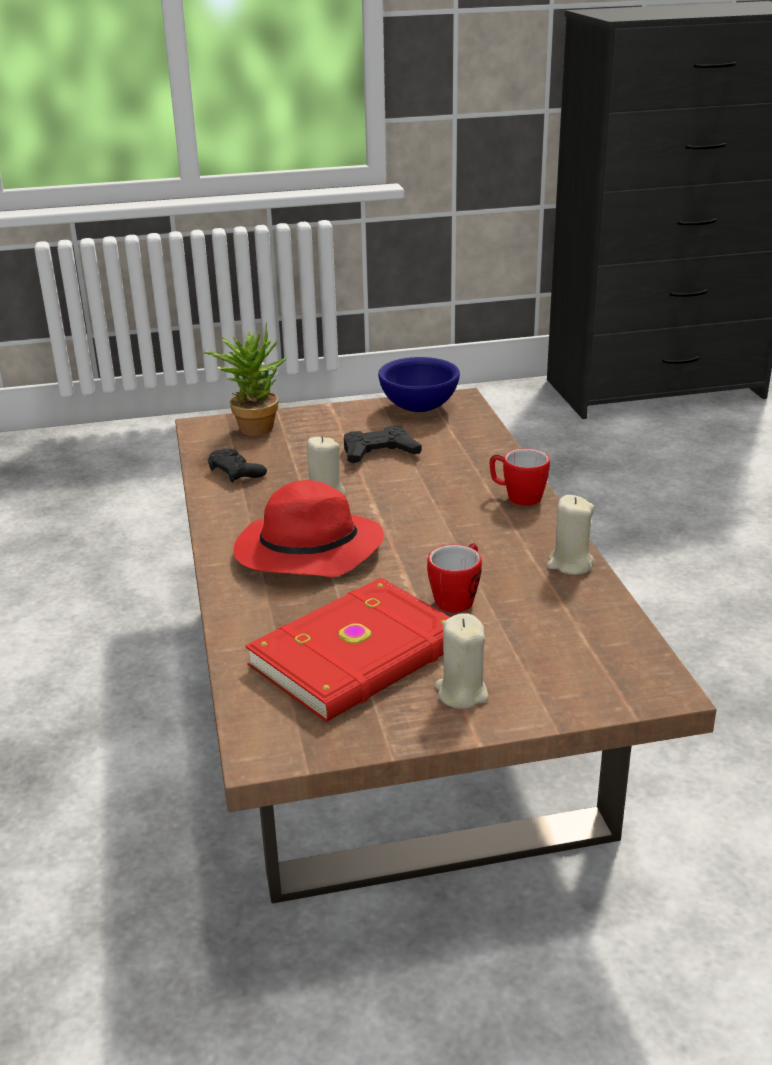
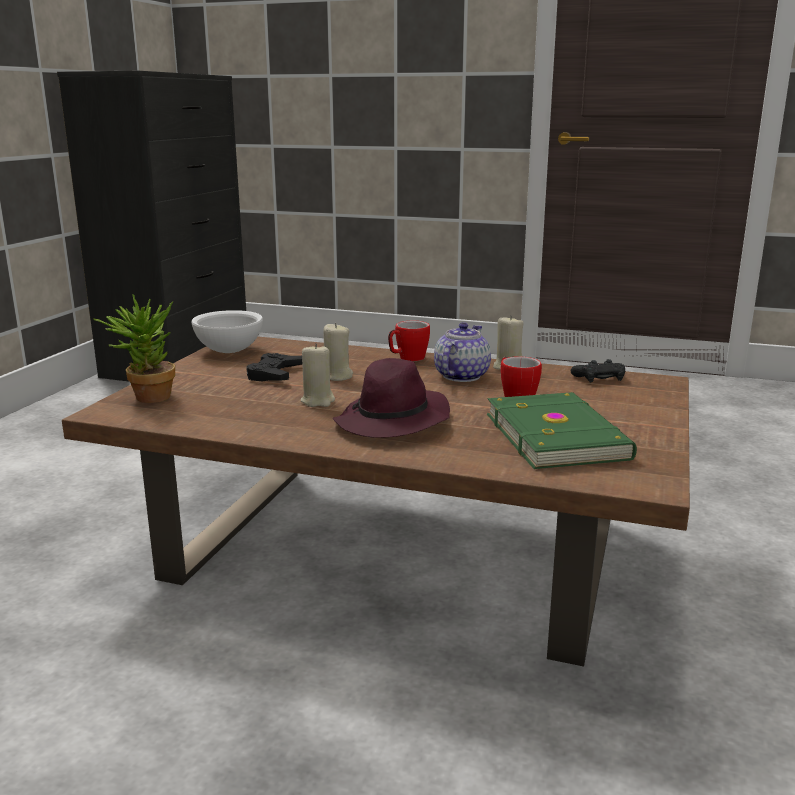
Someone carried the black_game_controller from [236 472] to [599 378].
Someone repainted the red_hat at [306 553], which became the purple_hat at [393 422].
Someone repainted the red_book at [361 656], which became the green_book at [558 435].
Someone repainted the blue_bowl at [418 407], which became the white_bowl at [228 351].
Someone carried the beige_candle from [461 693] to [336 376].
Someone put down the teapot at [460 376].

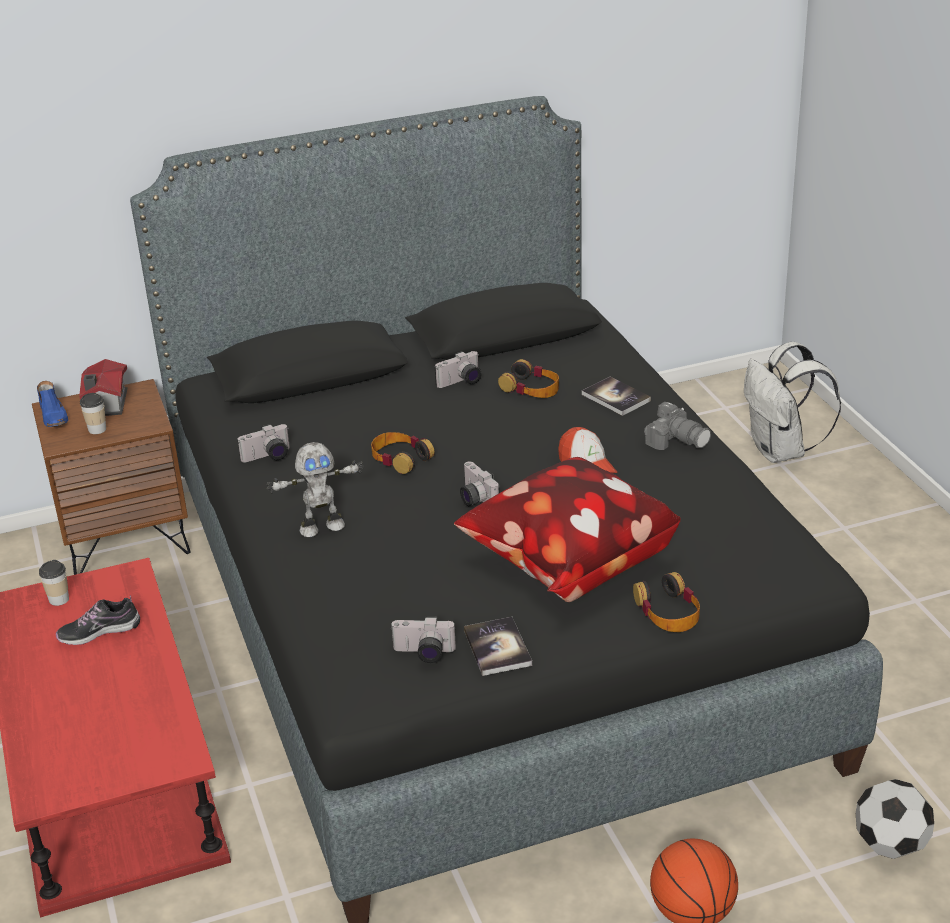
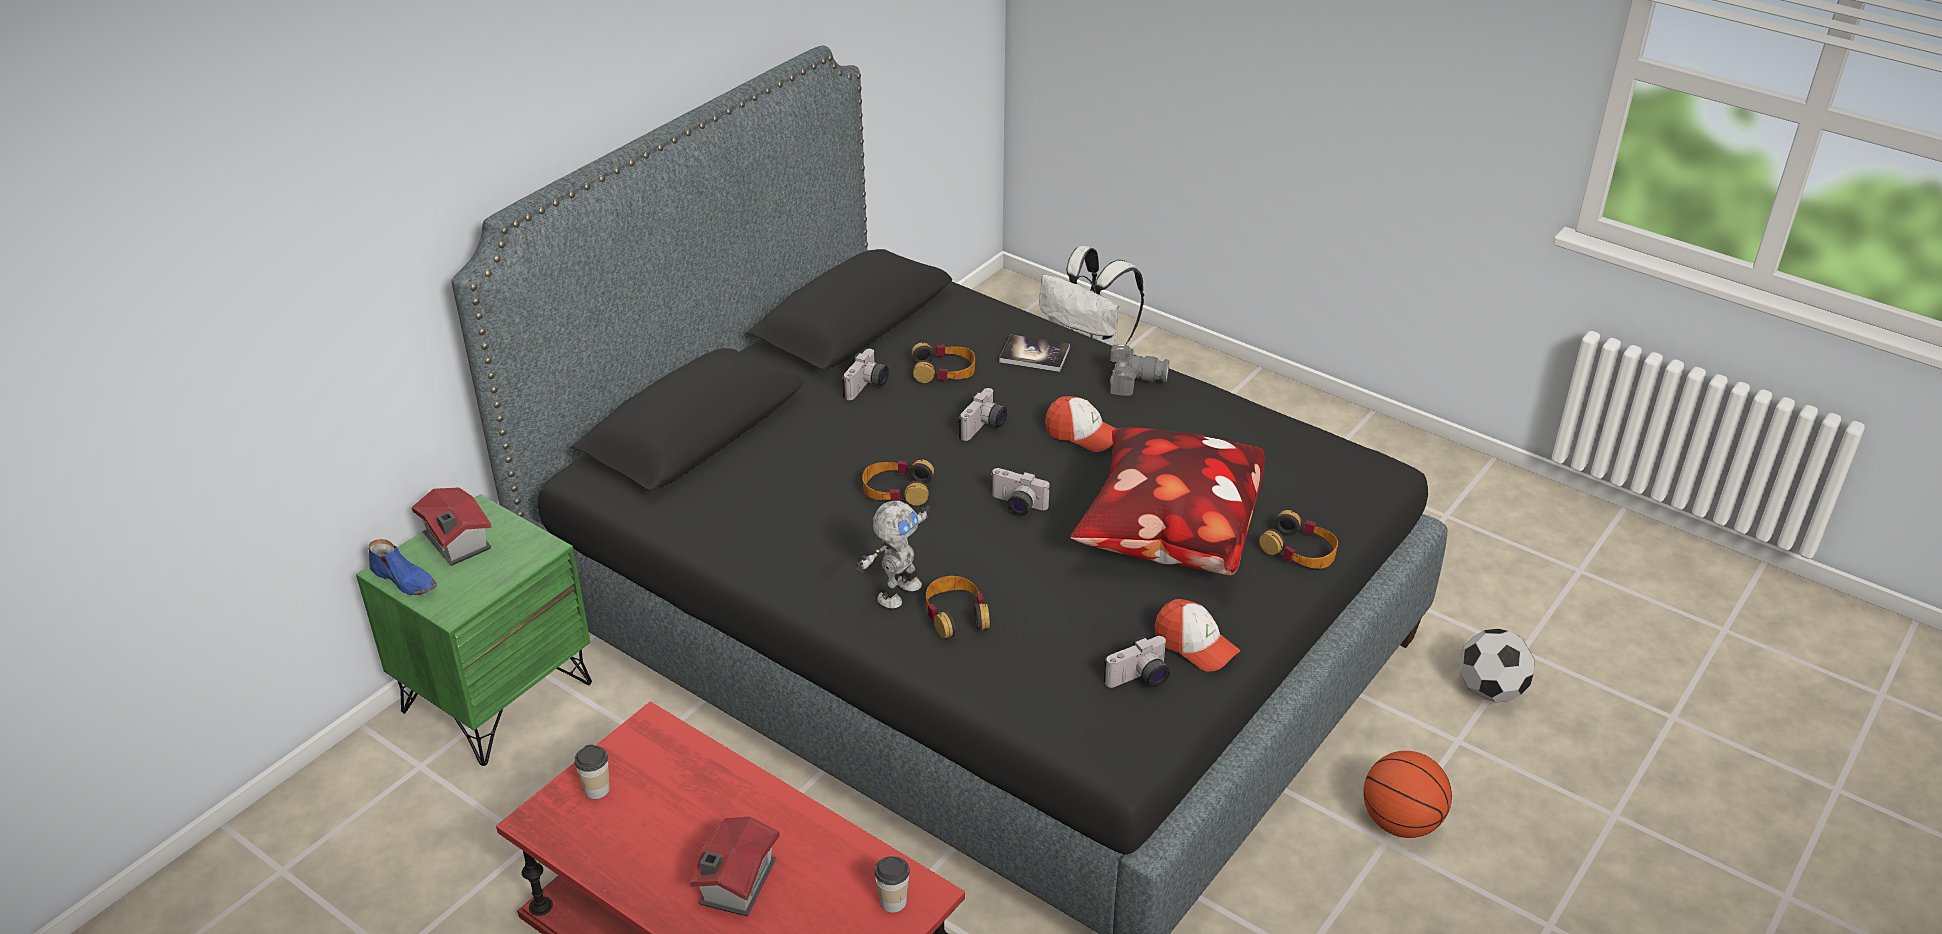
Someone repainted the brown_nightstand at [126 539], which became the green_nightstand at [496 696].
Someone took away the shoe at [99 632].
Someone carried the cup from [97 429] to [893 902].
Someone carried the photo_camera from [268 457] to [984 427].
Someone swapped the book at [497 648] for the cap at [1195 645].
Someone put down the toy_house at [735 884].
Someone put down the headphones at [955 614].

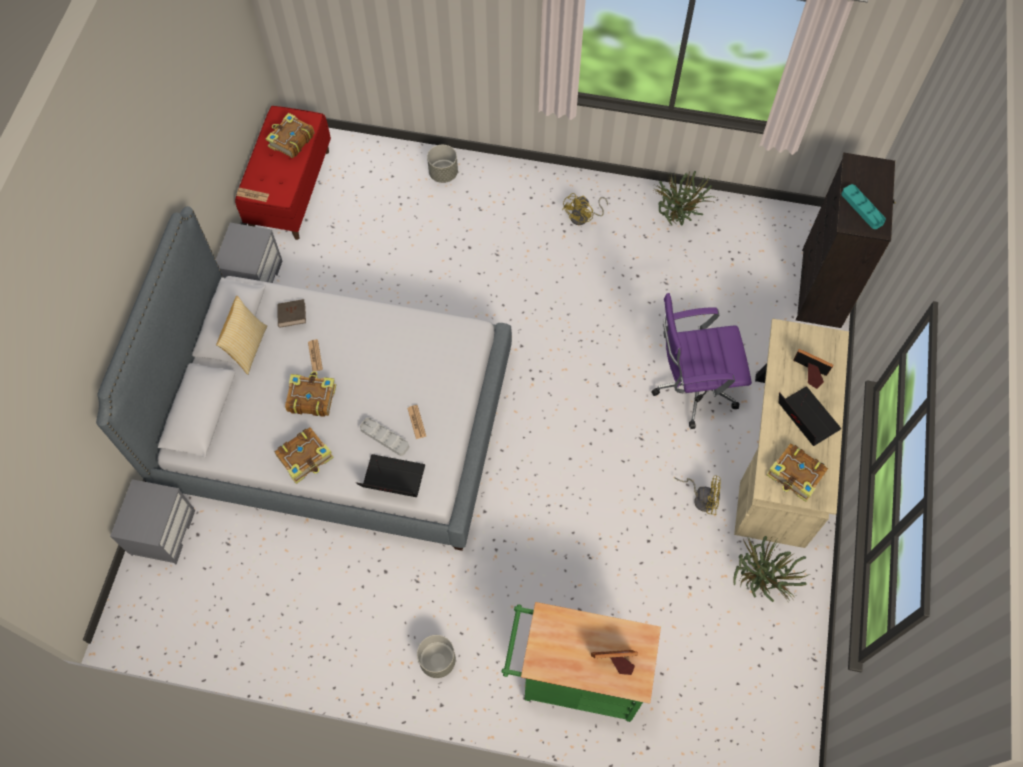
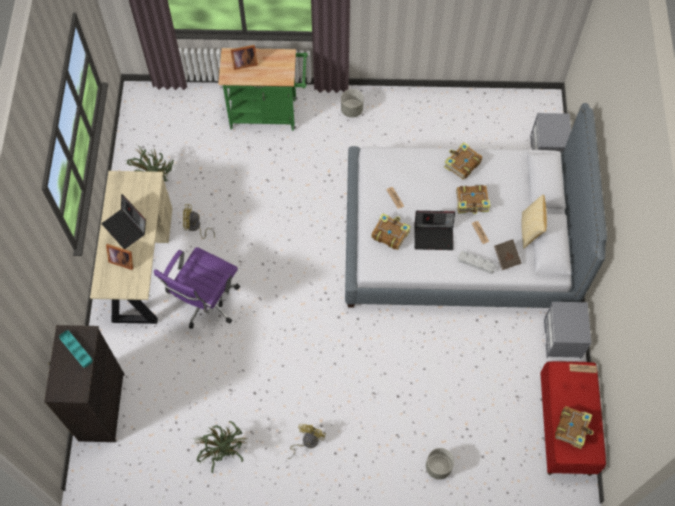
Someone carried the laptop from [391 481] to [434 236].
Someone carried the grey_tray from [384 438] to [476 263].
Someone rotated the purple_office_chair at [691 389] by 135 degrees clockwise.
Someone carried the book from [795 476] to [390 234].

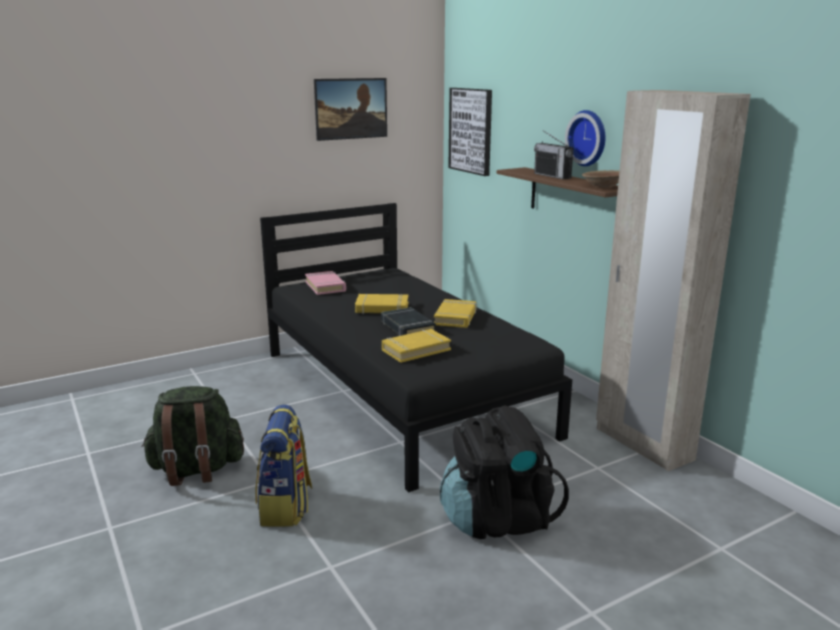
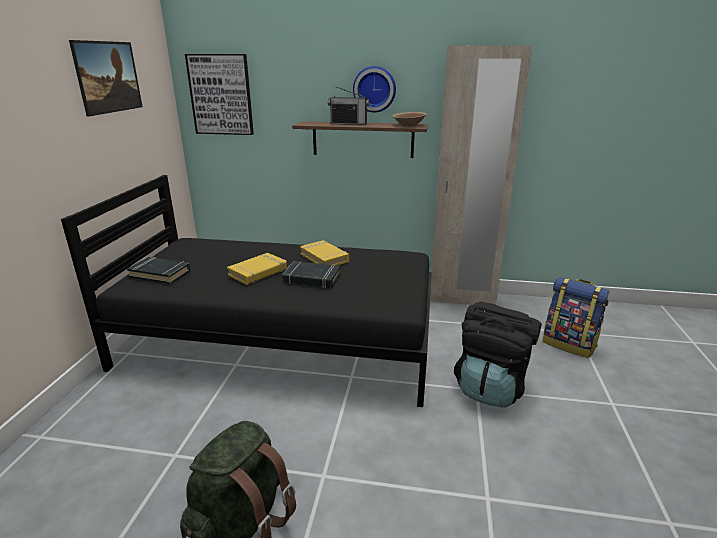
Someone carried the backpack from [286 507] to [569 344].
Someone repainted the pink_book at [325 286], which became the black_book at [160 274].
Someone took away the yellow_book at [415 350].

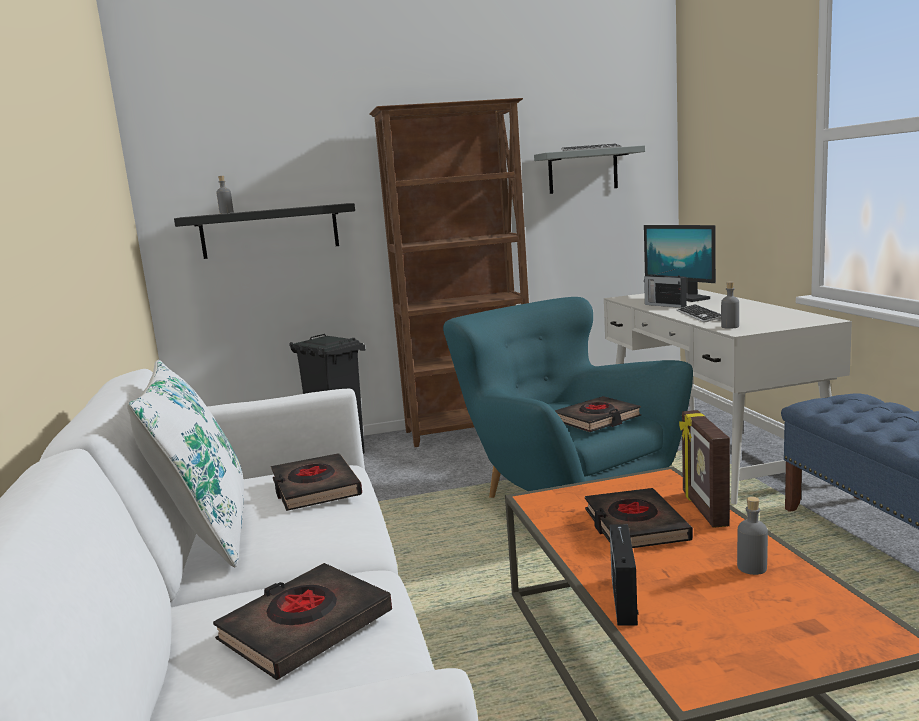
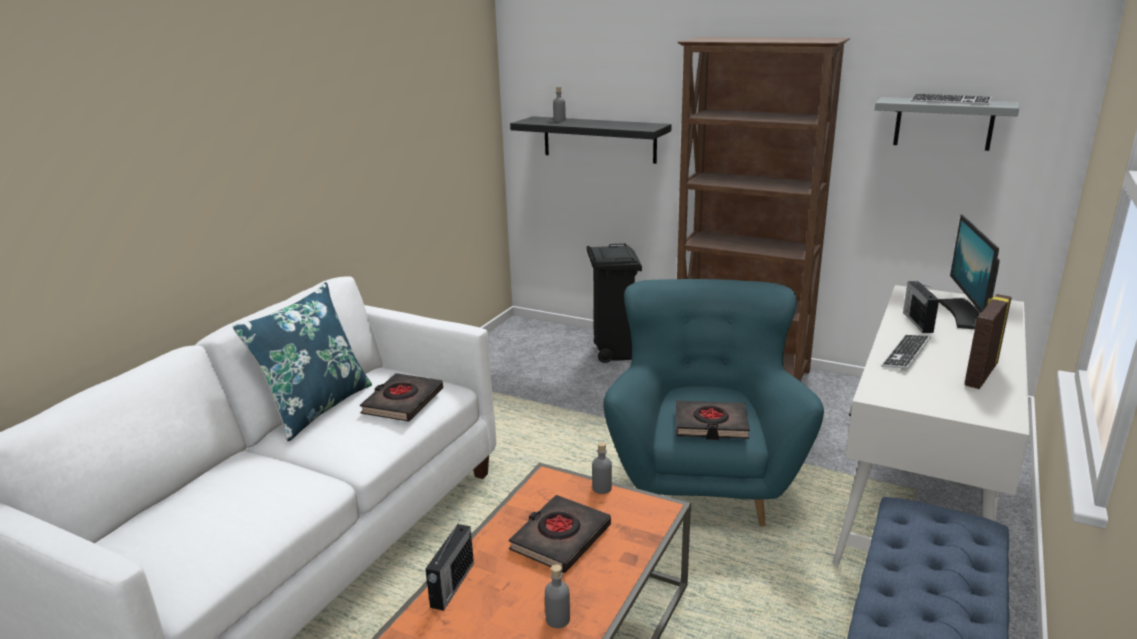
Someone repainted the white_pillow at [206 532], which became the blue_pillow at [316 407].
Someone took away the black_book at [305 627].
Someone rotated the radio at [624 598] by 150 degrees clockwise.
Someone carried the picture_frame from [703 509] to [980 374].
Someone carried the grey_bottle from [730 327] to [602 488].

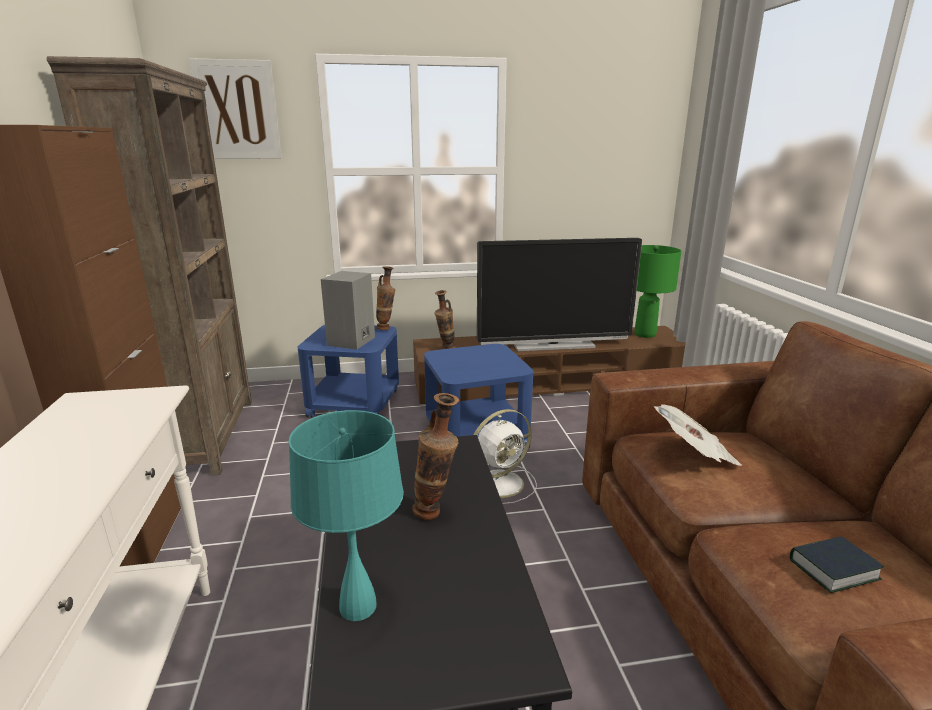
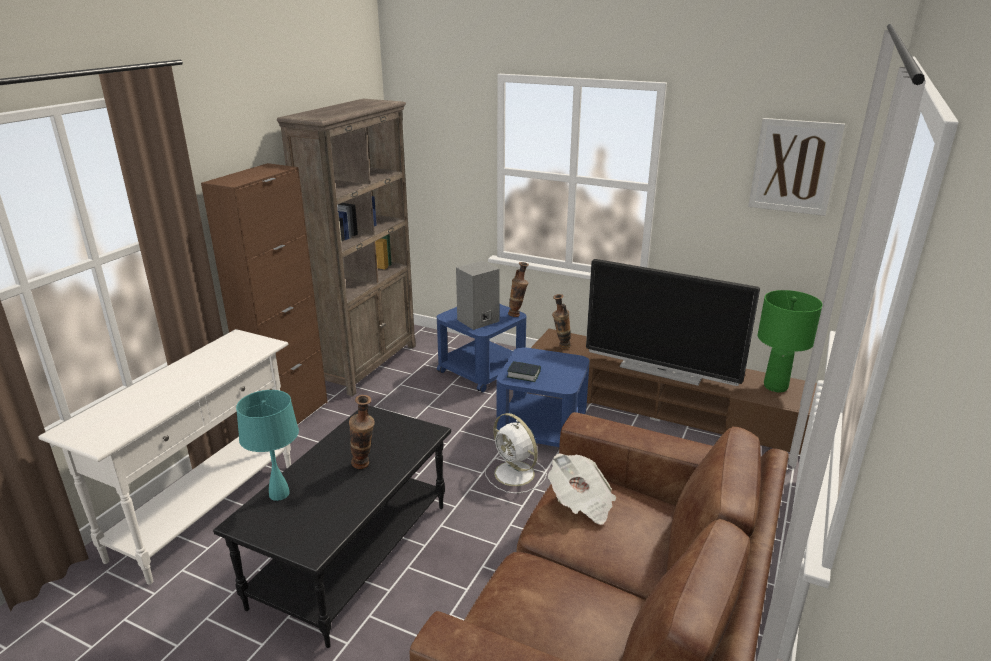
Someone carried the picture from [237 110] to [794 166].
Someone rotated the white_fan at [501 483] by 45 degrees clockwise.
Someone carried the book from [833 569] to [523 374].

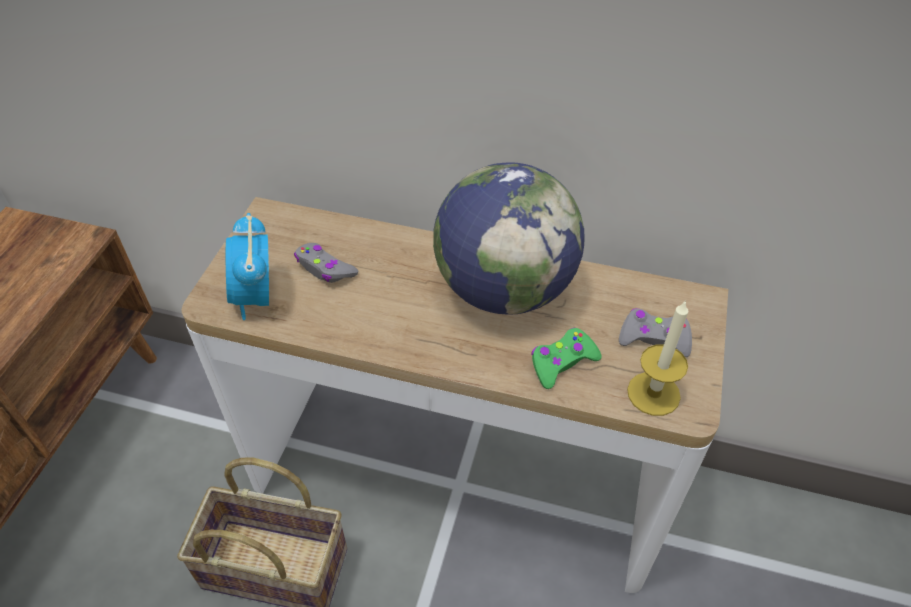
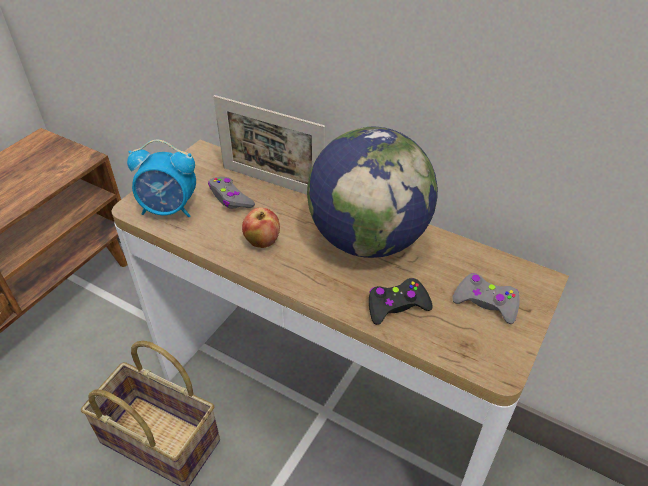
Someone rotated the alarm_clock at [256 297] by 90 degrees counterclockwise.
Someone repainted the green_game_controller at [562 362], which became the black_game_controller at [396 306].
Someone took away the candle at [653 393].
Someone put down the picture_frame at [272 183].
Someone put down the apple at [262 242].

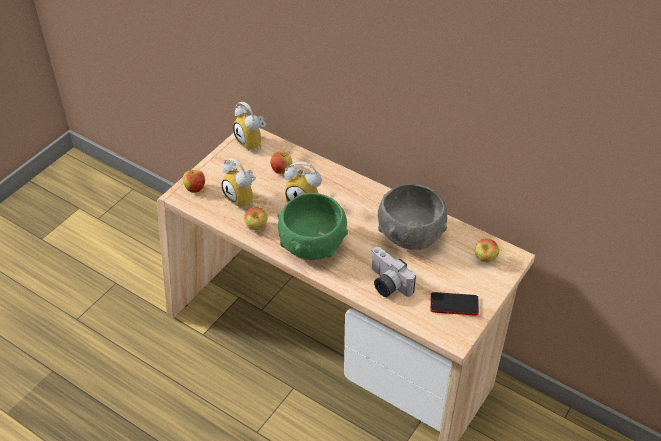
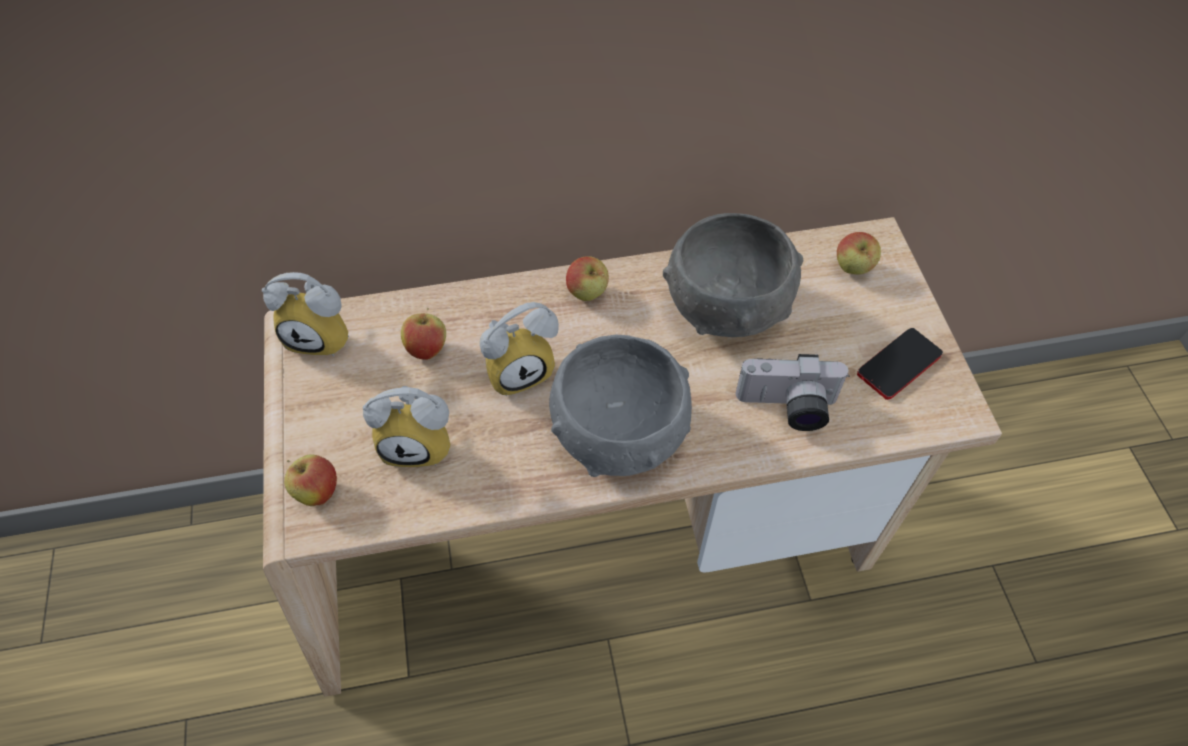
Someone carried the apple from [256 227] to [587 293].
Someone repainted the green_bowl at [313 245], which became the grey_bowl at [619 433].

